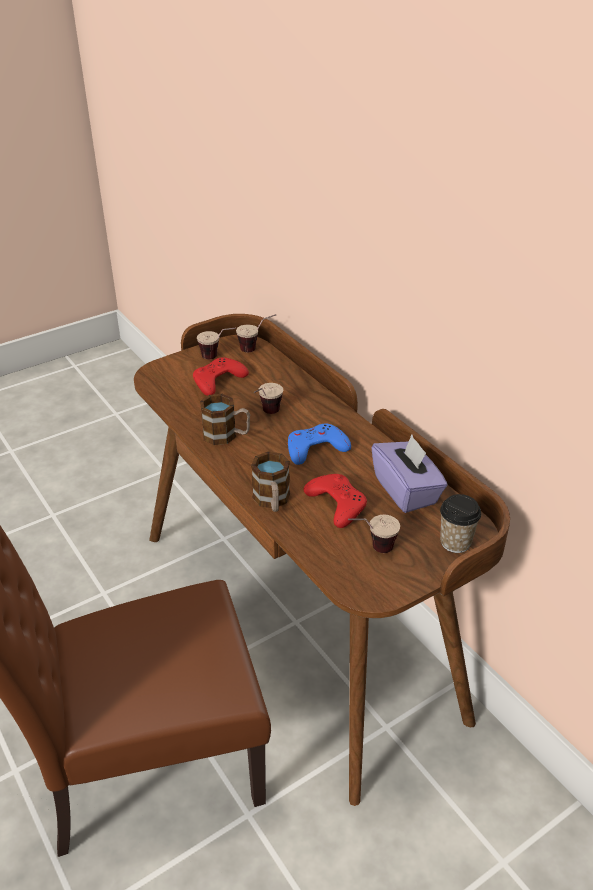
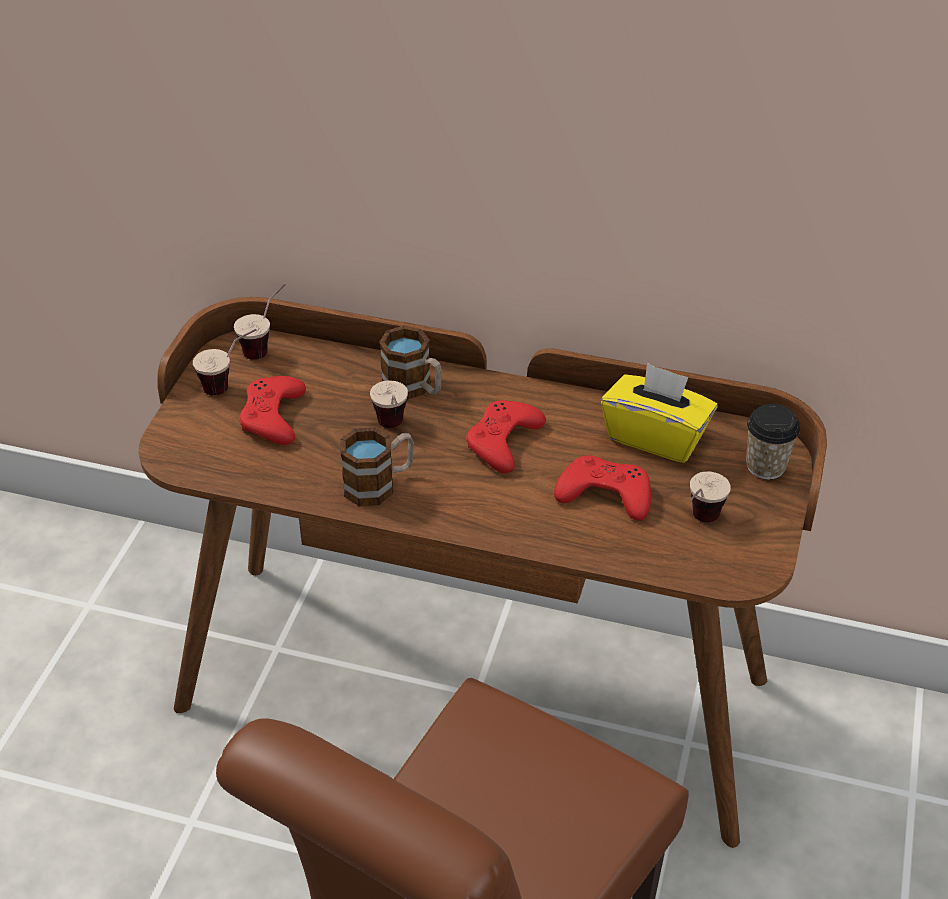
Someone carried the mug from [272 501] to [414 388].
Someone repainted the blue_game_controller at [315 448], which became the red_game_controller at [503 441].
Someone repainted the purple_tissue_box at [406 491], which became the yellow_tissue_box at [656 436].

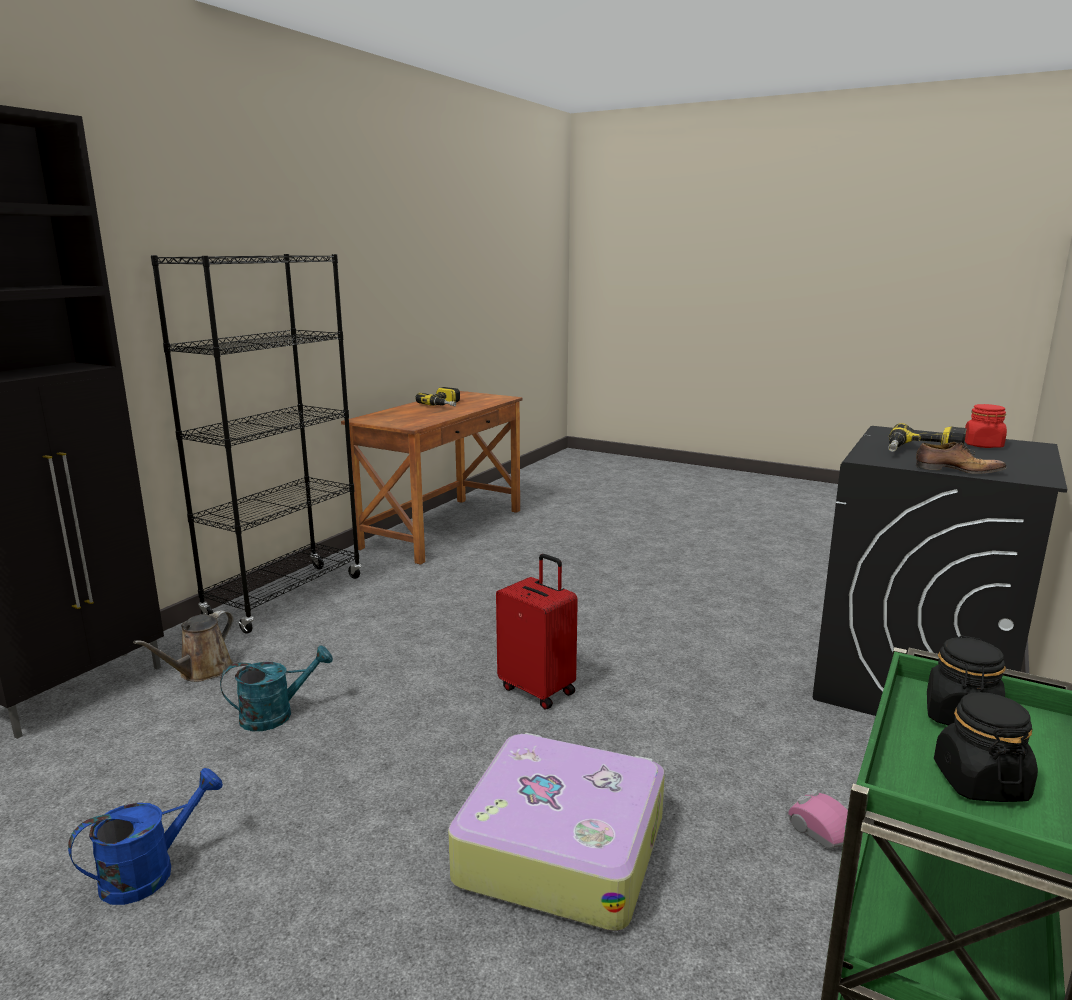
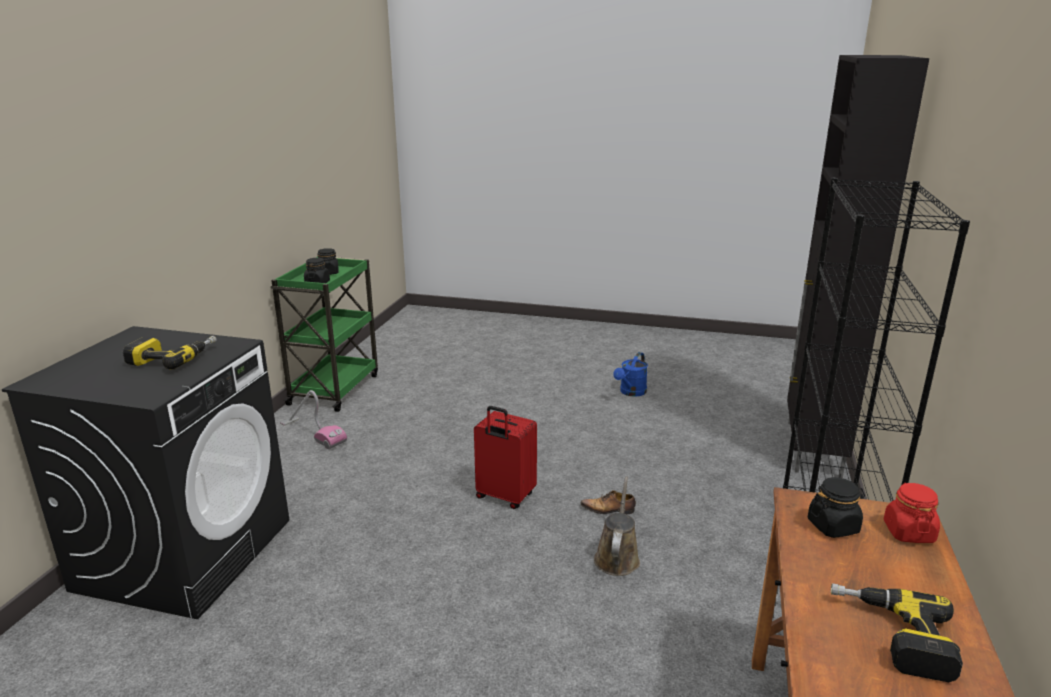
Someone carried the brown_watering_can from [202 672] to [617 557].
Someone took away the turquoise_watering_can at [276 715].
Someone took away the suitcase at [560 847].
Someone carried the shoe from [956 470] to [608 510].
Someone carried the red_jar from [983 445] to [908 532].
Someone put down the black_jar at [833 526].

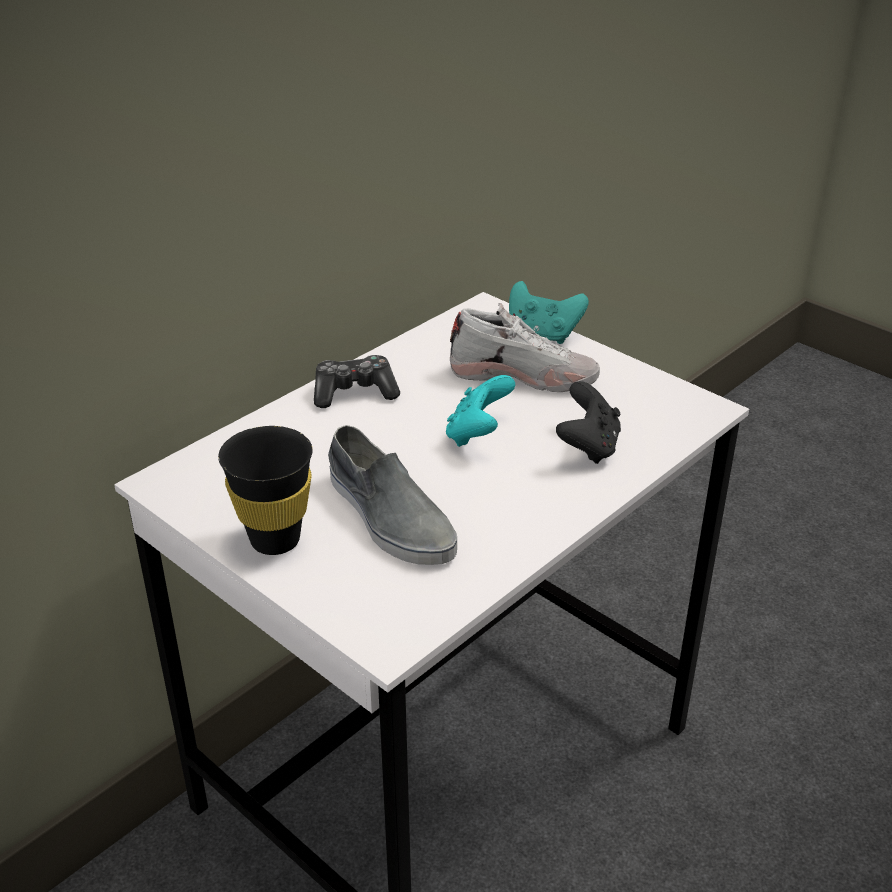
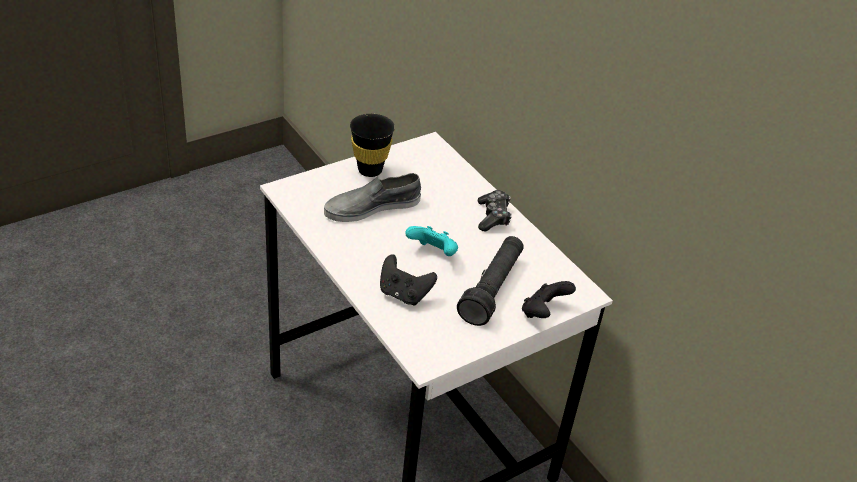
Someone swapped the white_shoe at [523 375] for the black_flashlight at [492 289].
Someone repainted the turquoise_game_controller at [543 334], which became the black_game_controller at [543 312].

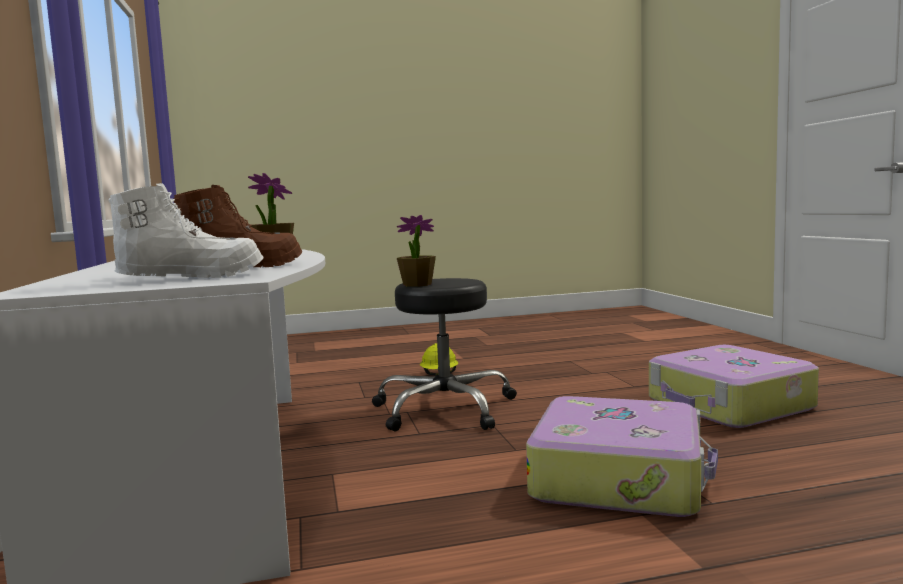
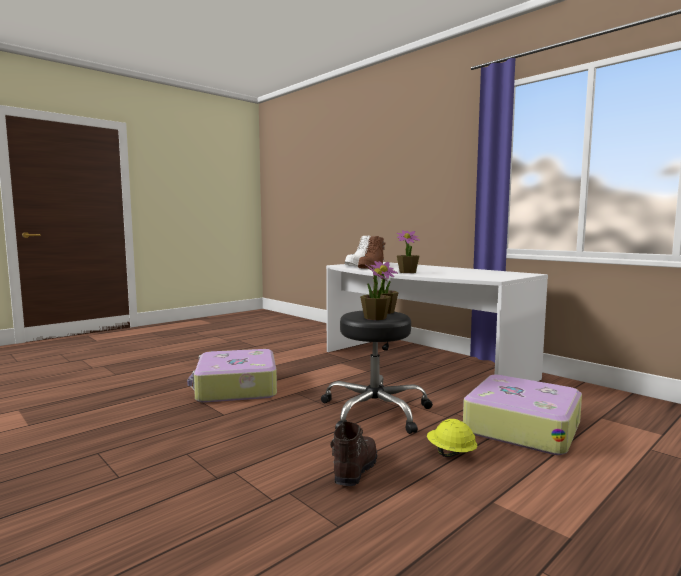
Someone carried the suitcase from [729 405] to [521 427].
Someone put down the brown_boot at [354 470].
Someone put down the potted_plant at [375 318].

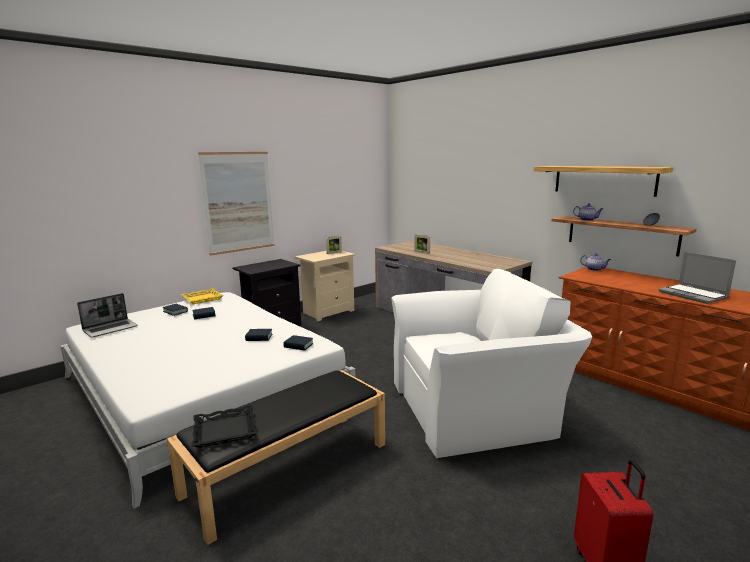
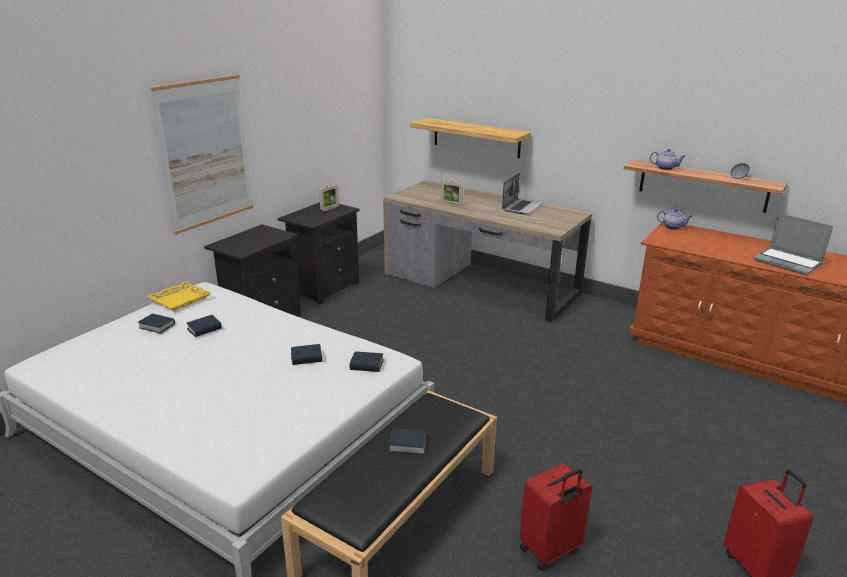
Someone carried the laptop from [111 328] to [522 207].
Someone took away the black_tray at [224 431].
Someone repainted the beige_nightstand at [327 312], which became the black_nightstand at [324 288].
Someone took away the white_armchair at [476 407].
Someone carried the shelf from [603 180] to [476 138].
Someone put down the book at [407 444].
Someone put down the red_suitcase at [551 551].

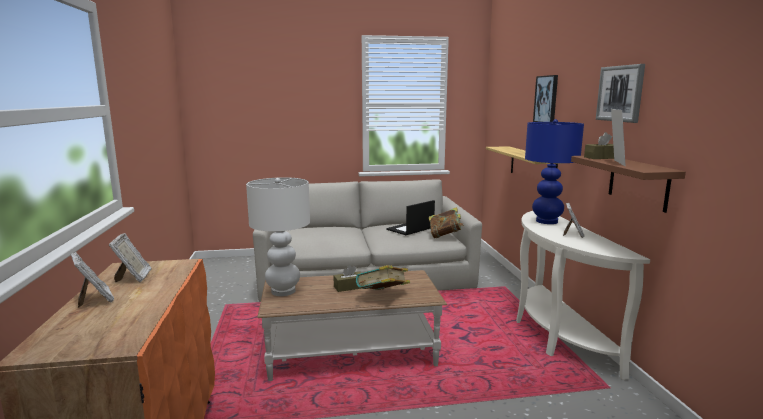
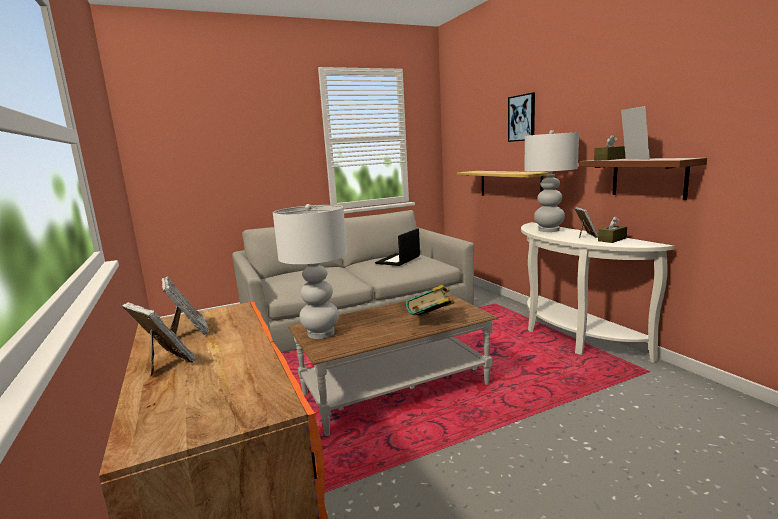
Someone carried the brown_tissue_box from [349 287] to [612 239].
Someone took away the book at [445 236].
Someone repainted the blue_table_lamp at [546 221], which became the white_table_lamp at [548 230].
Someone took away the picture at [620 93].

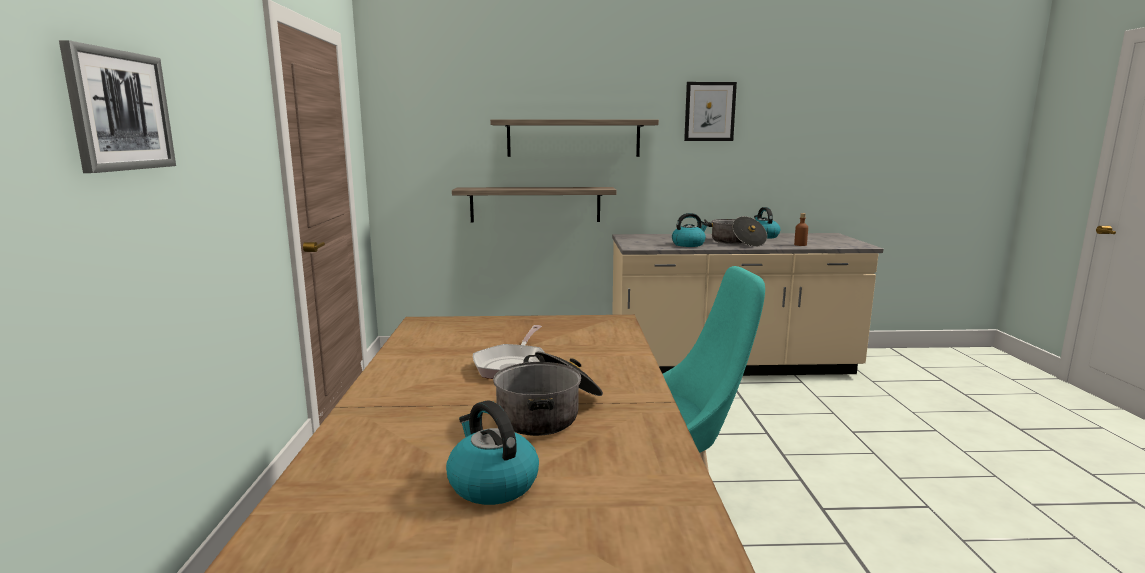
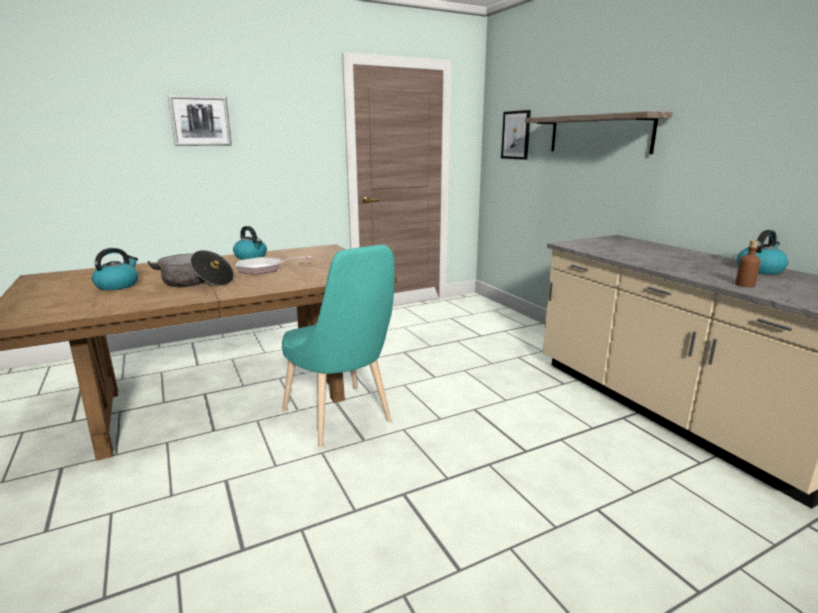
Someone took away the shelf at [535 204].
Someone carried the kettle from [688 244] to [251 257].
Someone carried the picture from [709 111] to [516 135].
Someone took away the cooking_pot at [736 242].

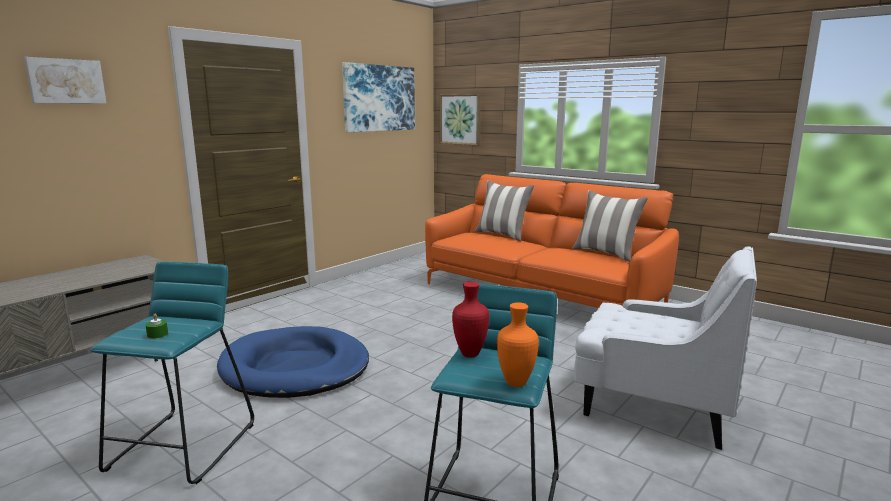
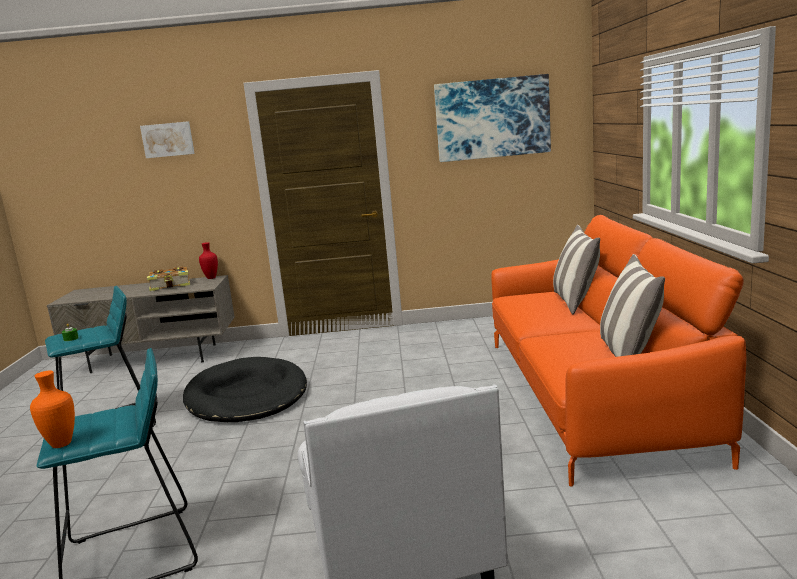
Someone repainted the blue_dog_bed at [295 368], which became the black_dog_bed at [247 396].
Someone took away the picture at [460 119].
Someone carried the red_vase from [471 354] to [211 278].
Someone put down the book at [171 285].

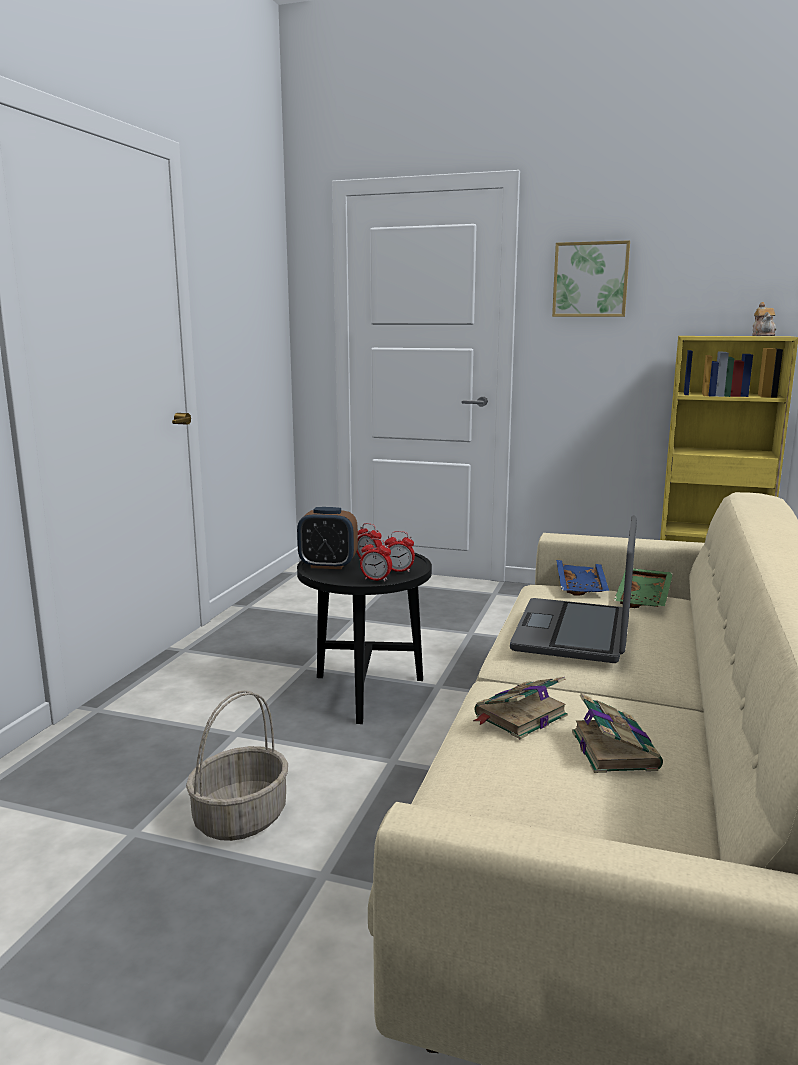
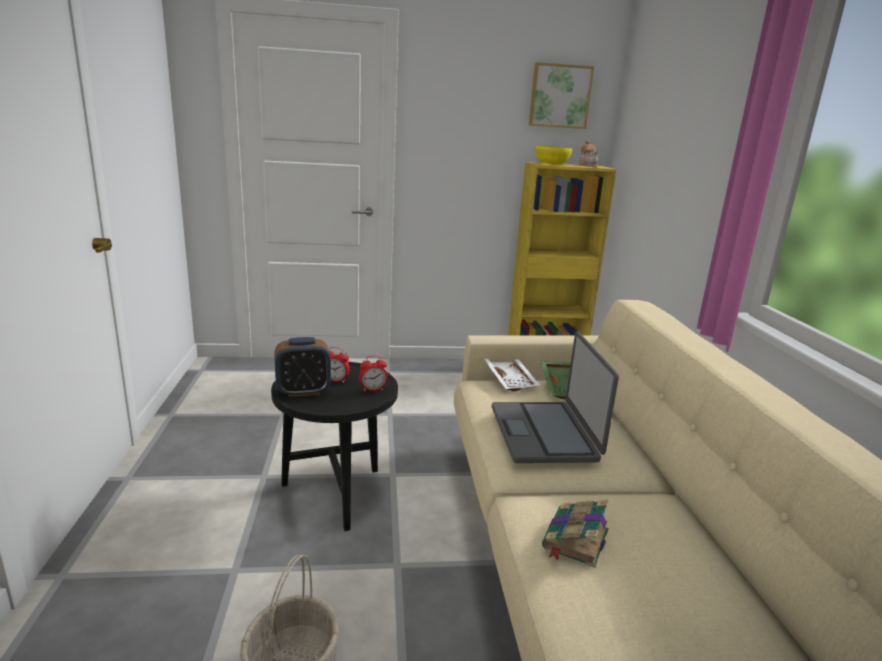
Someone took away the alarm_clock at [376 579].
Someone carried the picture from [590 280] to [559 96].
Someone repainted the blue_tray at [582 585], which became the white_tray at [510 379].
Someone took away the book at [614 749].
Someone put down the yellow_bowl at [551 164].

